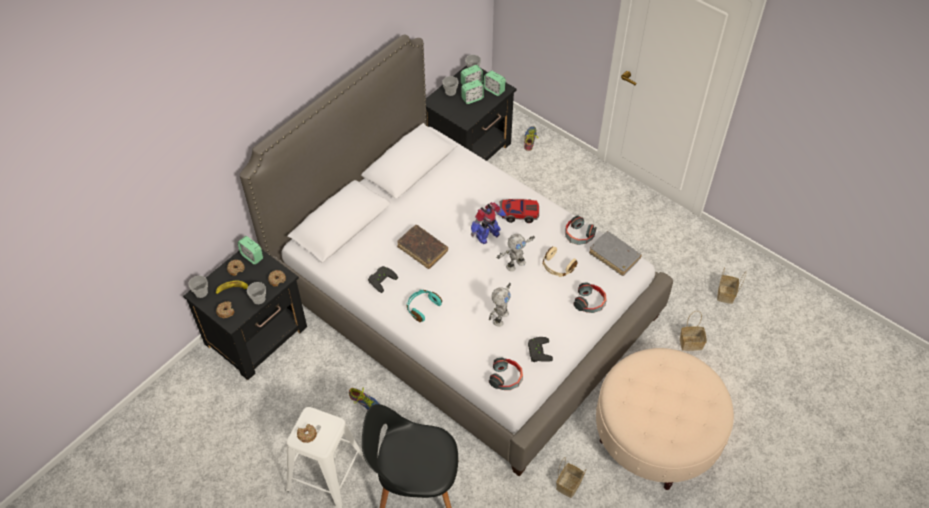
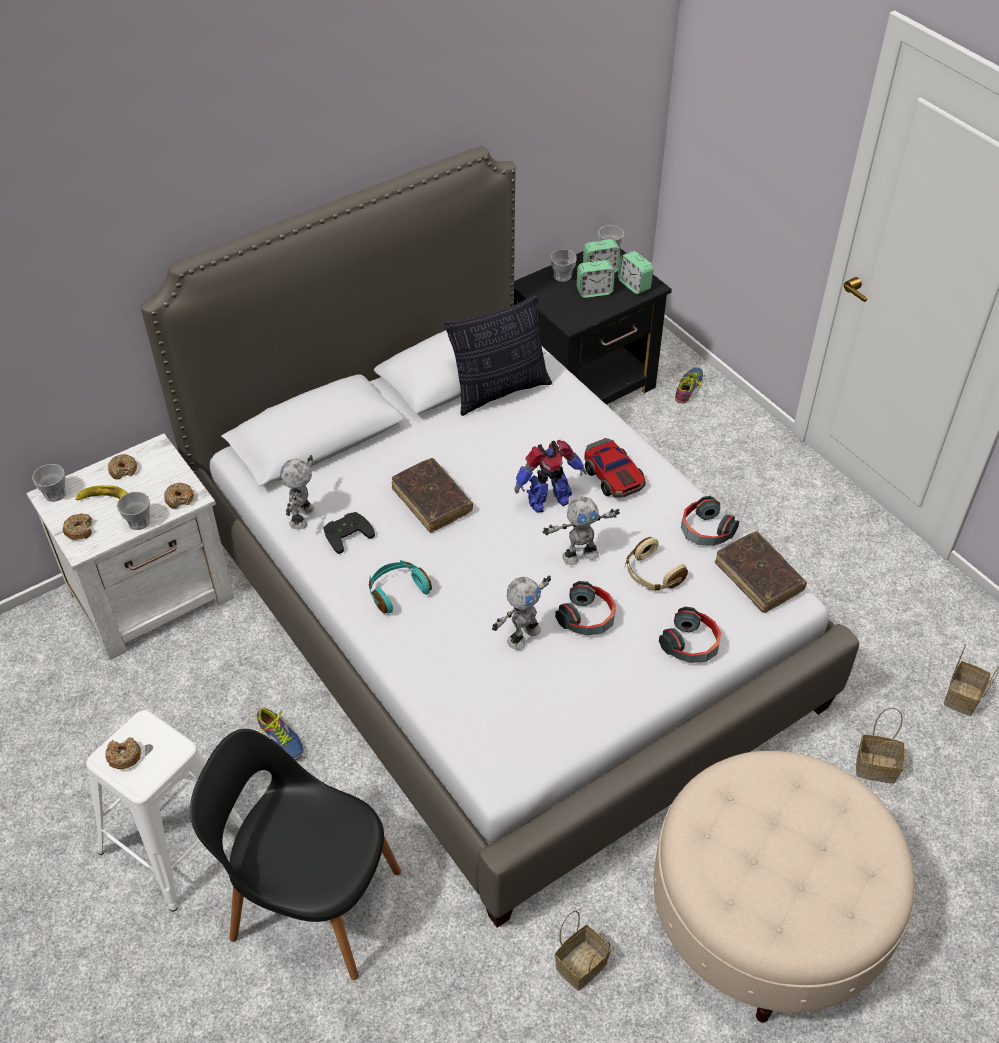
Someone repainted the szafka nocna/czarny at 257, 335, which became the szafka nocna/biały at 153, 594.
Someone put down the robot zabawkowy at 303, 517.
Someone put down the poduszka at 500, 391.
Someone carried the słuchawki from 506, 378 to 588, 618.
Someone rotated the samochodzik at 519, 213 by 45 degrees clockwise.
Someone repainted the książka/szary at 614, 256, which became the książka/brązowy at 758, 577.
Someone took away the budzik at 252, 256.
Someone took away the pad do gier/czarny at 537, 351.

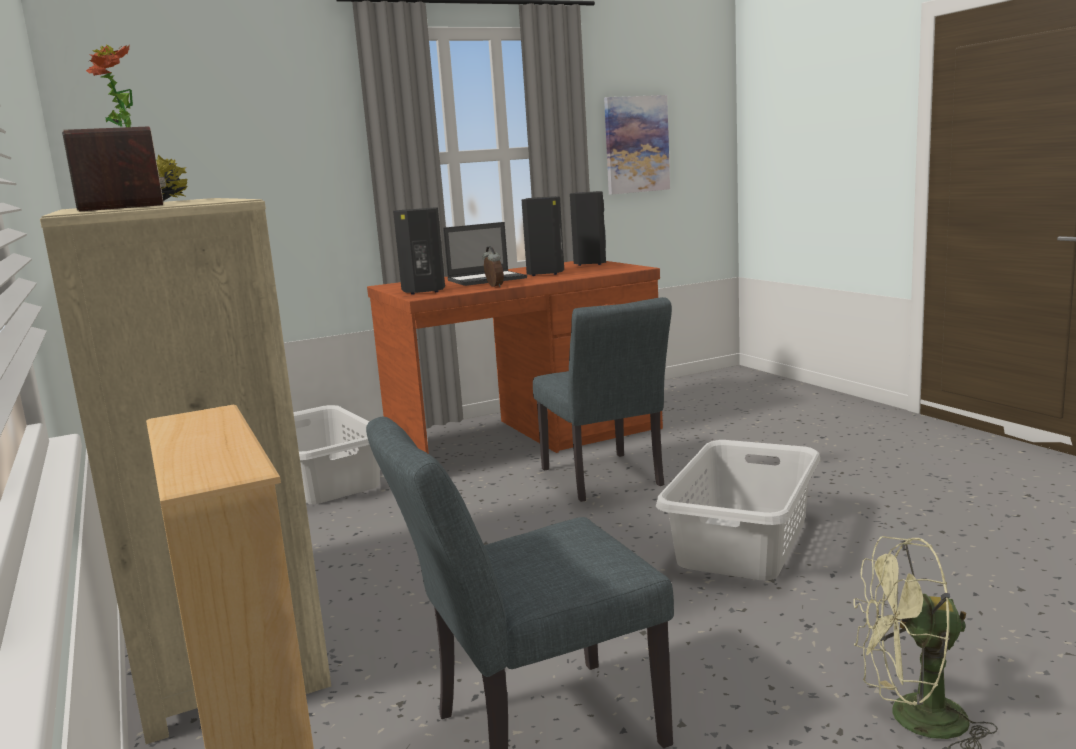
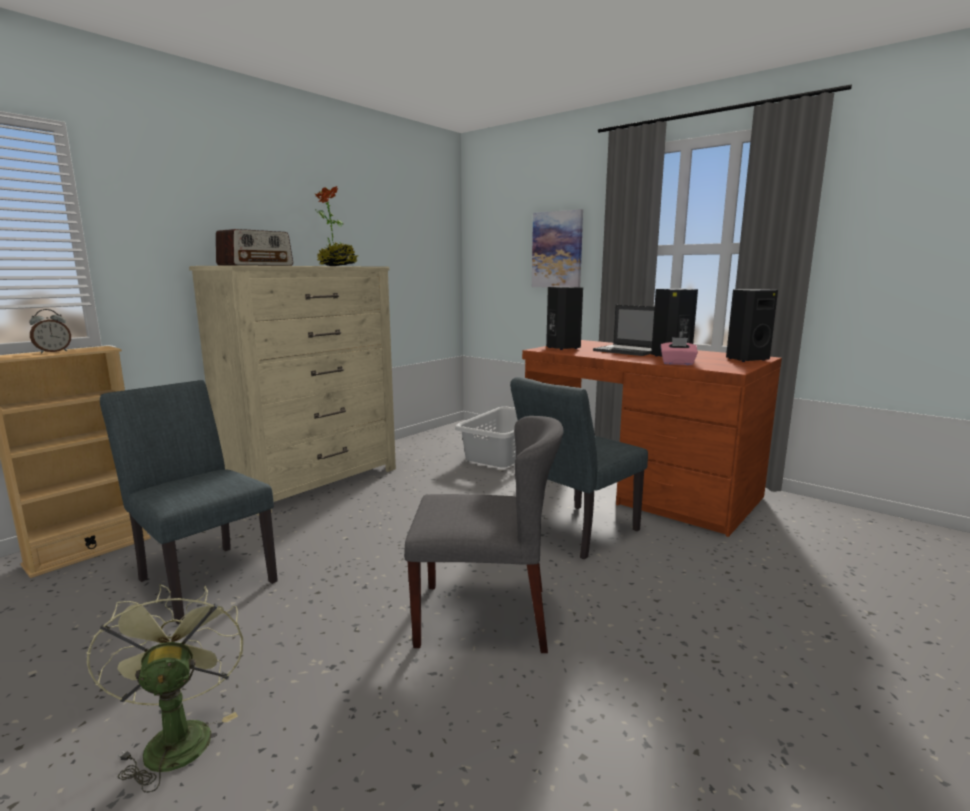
Someone carried the budzik from 493, 286 to 53, 352.
Someone swapped the kosz na pranie/szary at 744, 542 for the krzesło/szary at 484, 616.
Someone carried the obraz from 636, 144 to 557, 250.
Someone put down the pudełko chusteczek/różowy at 677, 363.

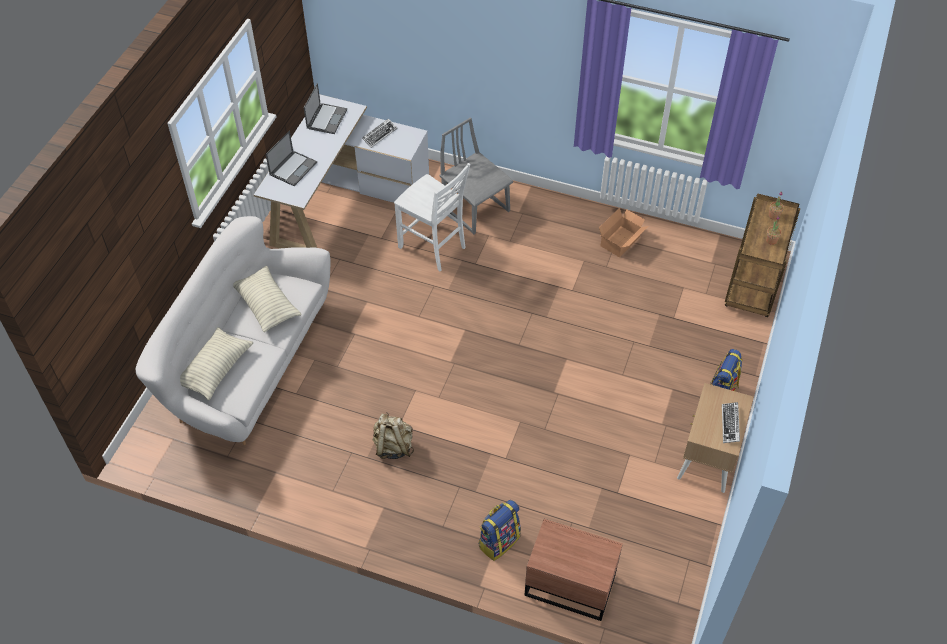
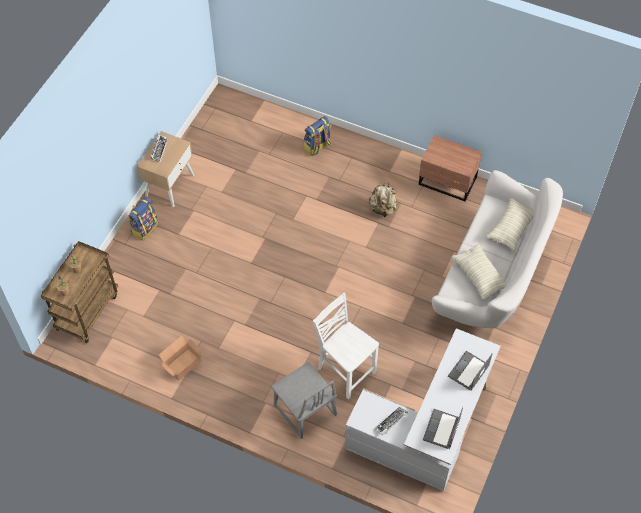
Someone carried the szafka nocna/brązowy from 569, 583 to 448, 182.

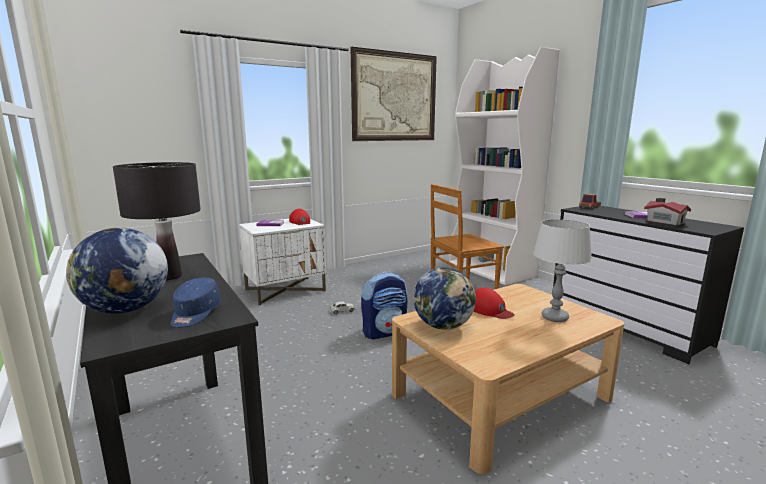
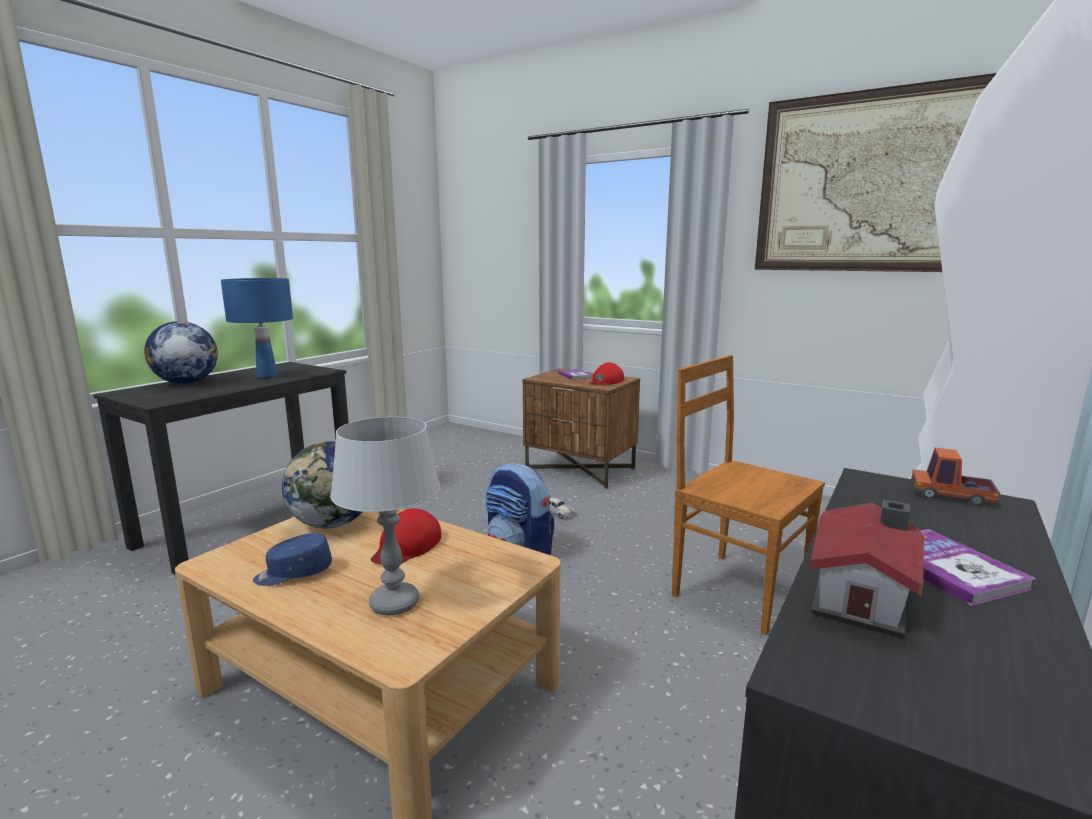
Someone repainted the lampa stołowa/czarny at 170, 276, which became the lampa stołowa/niebieski at 267, 376.
Someone carried the czapka z daszkiem/niebieski from 195, 314 to 293, 573.
Someone repainted the szafka nocna/biały at 286, 291, which became the szafka nocna/brązowy at 581, 469.

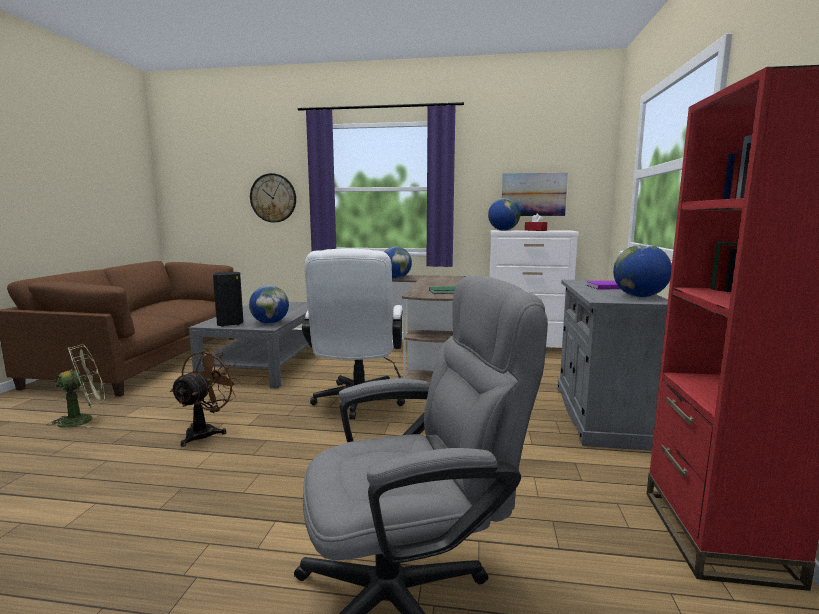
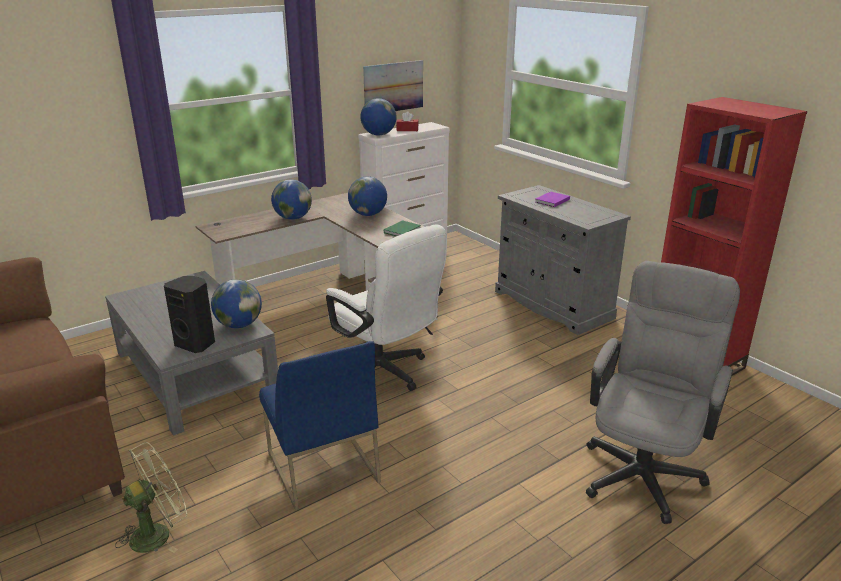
Someone rotated the wentylator/zielony at 84, 419 by 45 degrees clockwise.
Someone swapped the wentylator/brązowy at 206, 432 for the krzesło/niebieski at 321, 466.
Someone carried the globus from 639, 296 to 368, 214.
Someone took away the zegar ścienny at 273, 198.

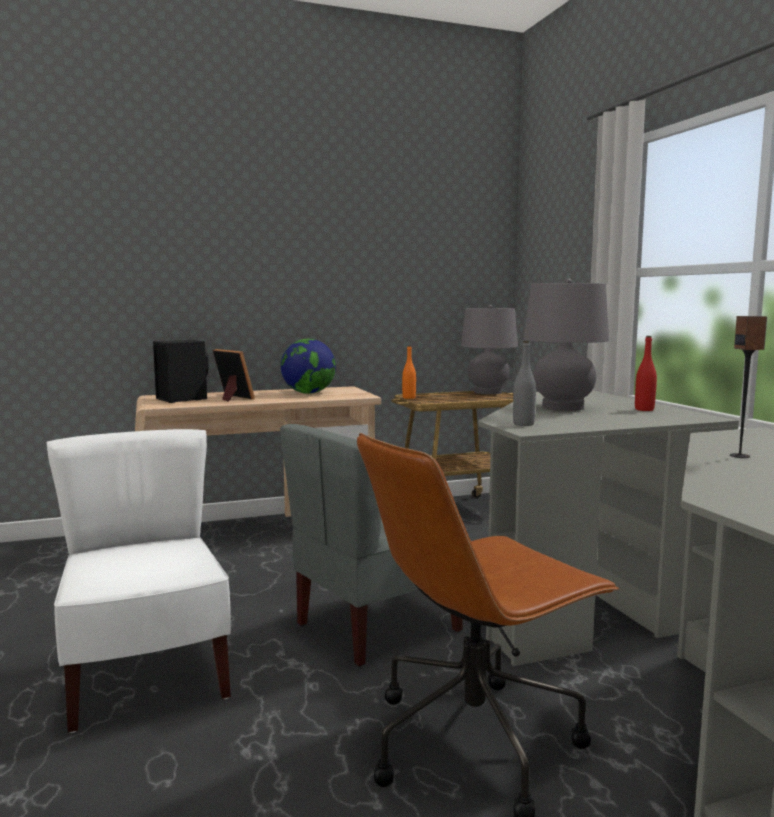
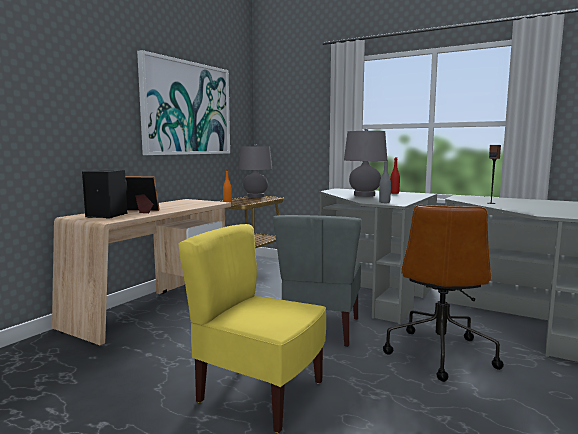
Someone put up the obraz at 187, 108.
Someone repainted the krzesło/biały at 147, 677, which became the krzesło/żółty at 259, 393.
Someone took away the globus at 308, 393.

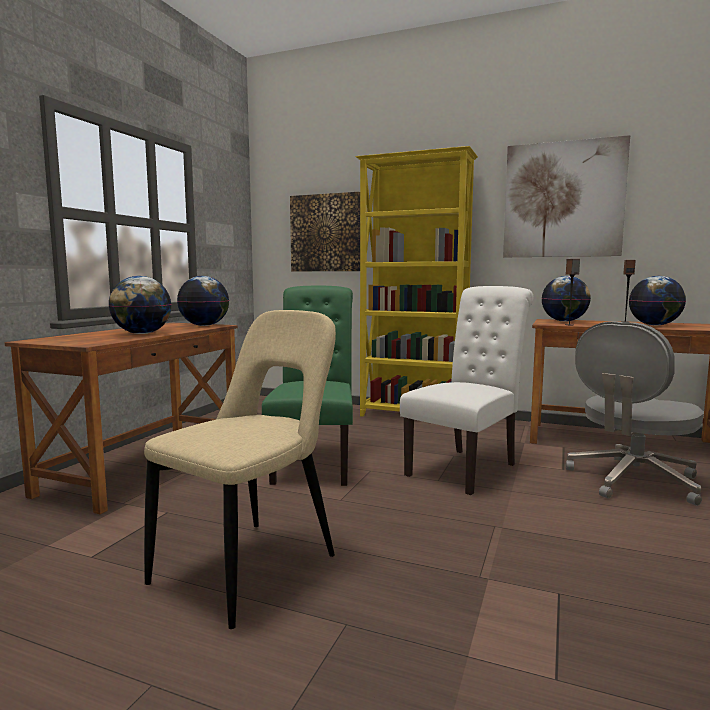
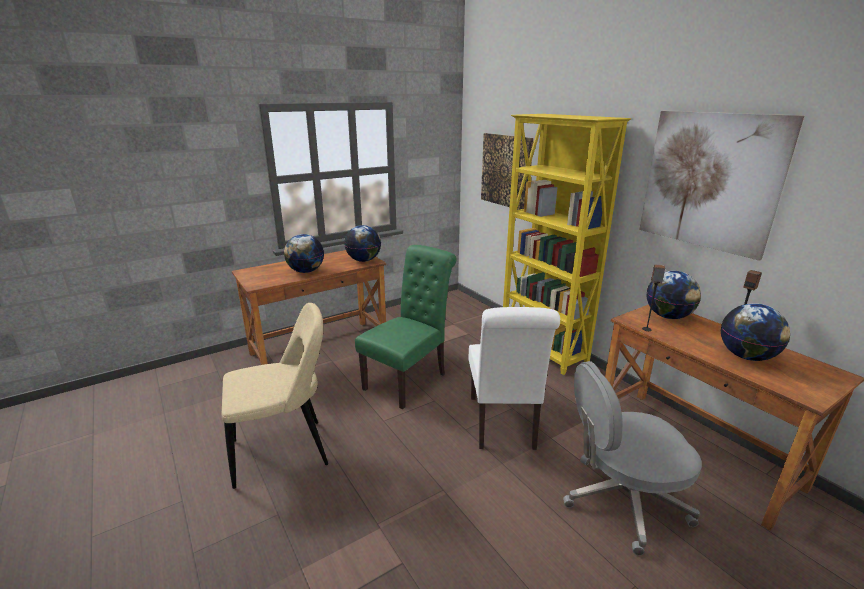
Someone rotated the krzesło/biały at 466, 468 by 105 degrees clockwise.

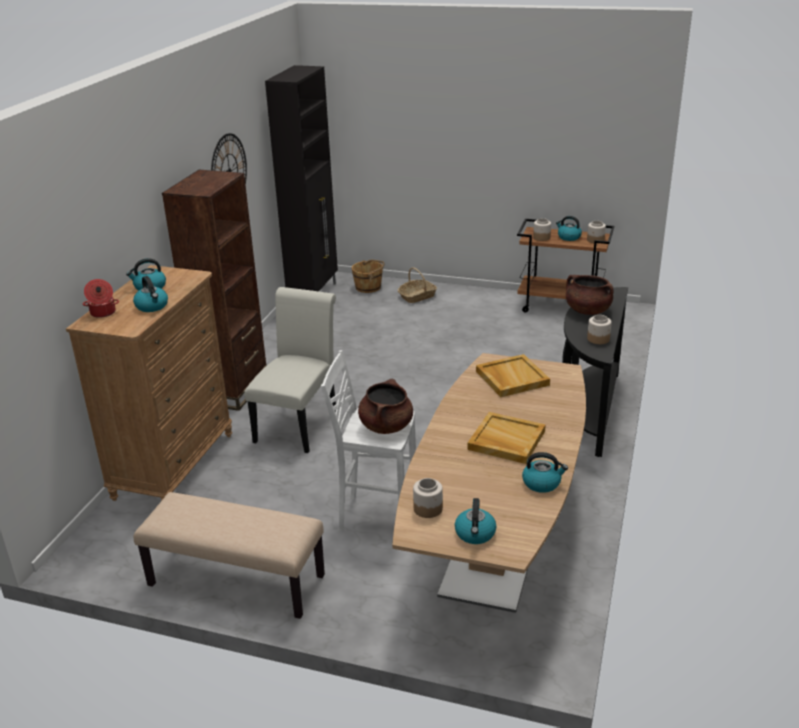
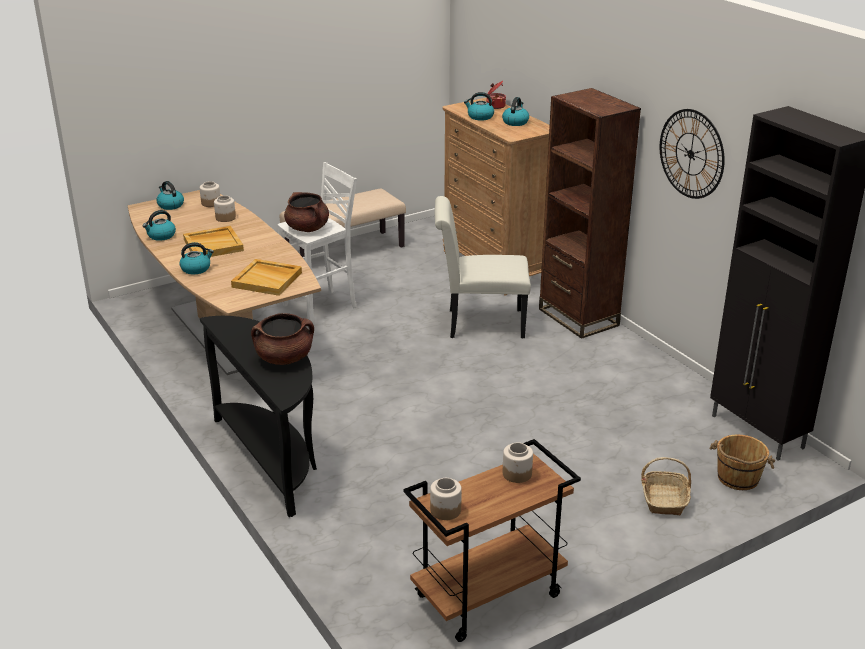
Someone carried the czajnik from 568, 237 to 196, 269.
Someone carried the słoik from 598, 339 to 225, 218.
Someone rotated the krzesło/biały at 299, 424 by 120 degrees clockwise.

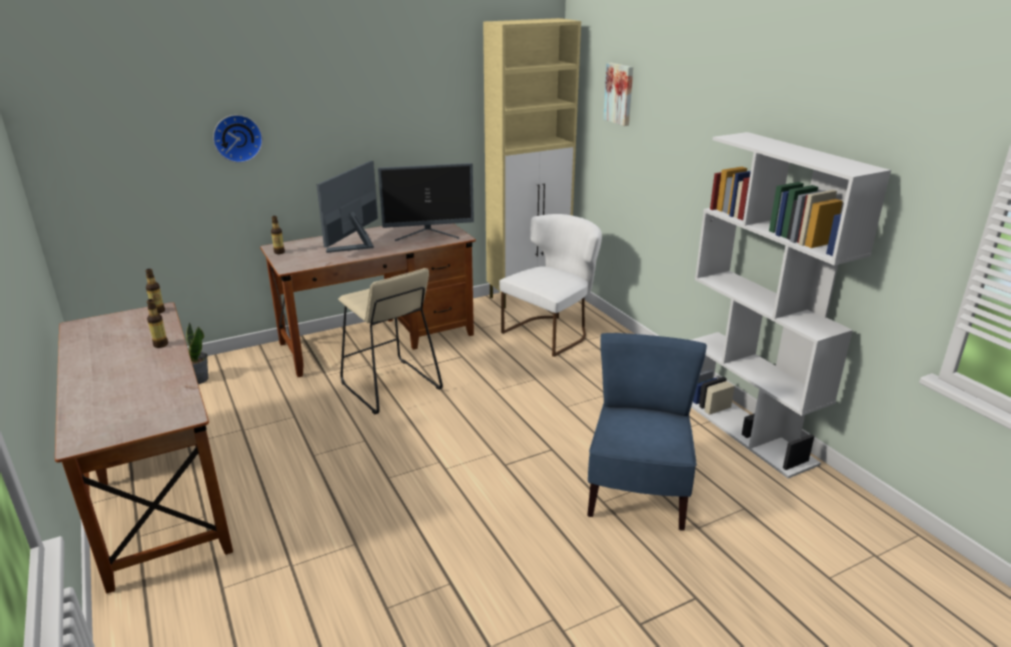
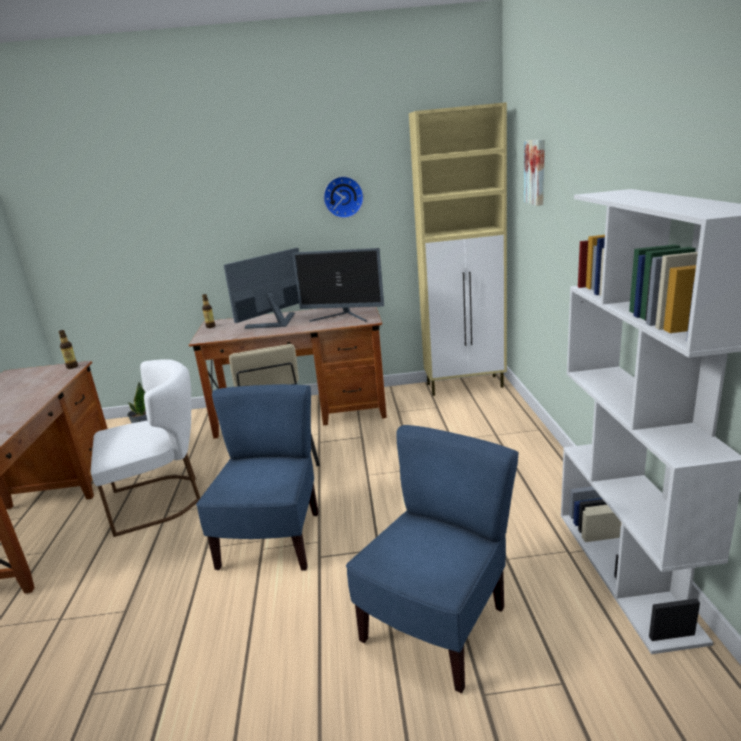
Someone carried the krzesło/biały from 552, 332 to 162, 499.
Someone put down the krzesło/niebieski at 272, 540.
Someone carried the zegar ścienny from 237, 138 to 343, 197.
Someone took away the butelka at 160, 345.

